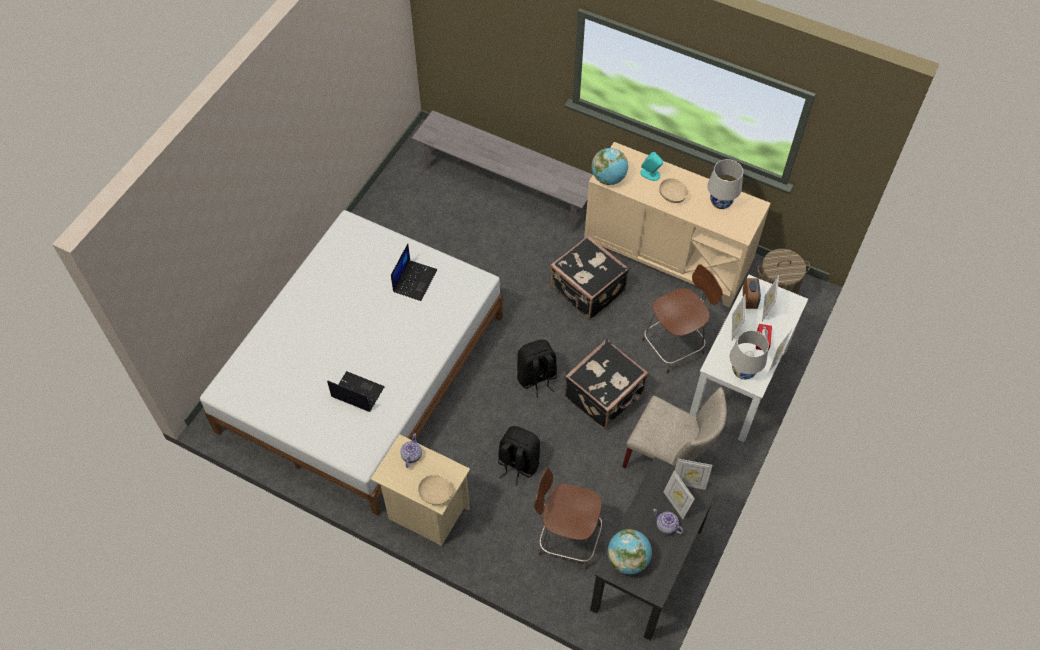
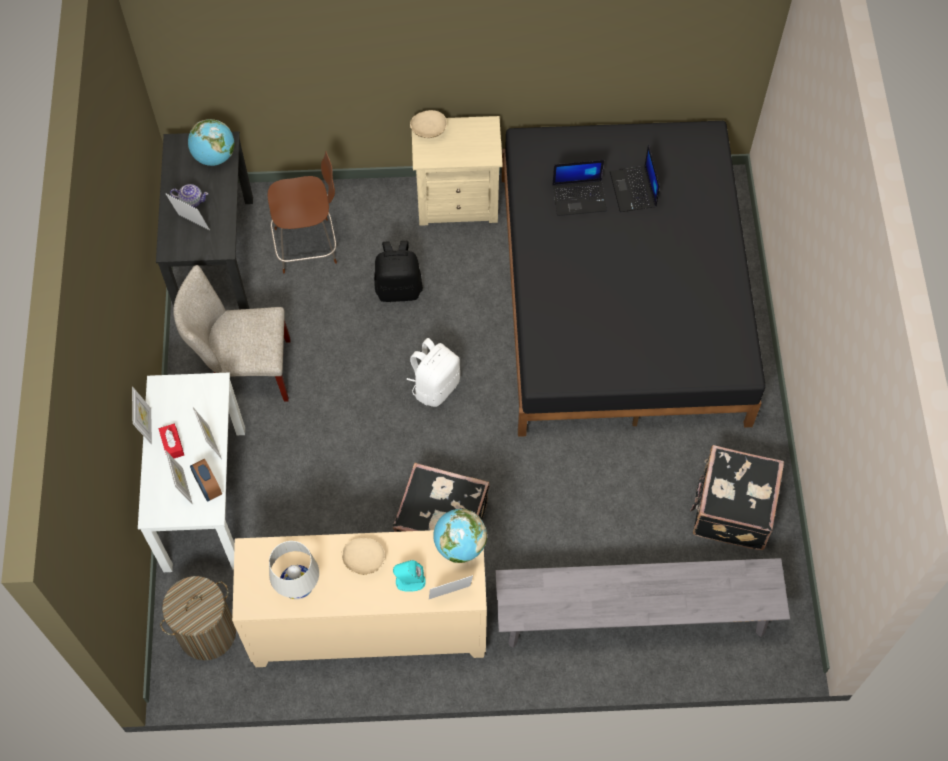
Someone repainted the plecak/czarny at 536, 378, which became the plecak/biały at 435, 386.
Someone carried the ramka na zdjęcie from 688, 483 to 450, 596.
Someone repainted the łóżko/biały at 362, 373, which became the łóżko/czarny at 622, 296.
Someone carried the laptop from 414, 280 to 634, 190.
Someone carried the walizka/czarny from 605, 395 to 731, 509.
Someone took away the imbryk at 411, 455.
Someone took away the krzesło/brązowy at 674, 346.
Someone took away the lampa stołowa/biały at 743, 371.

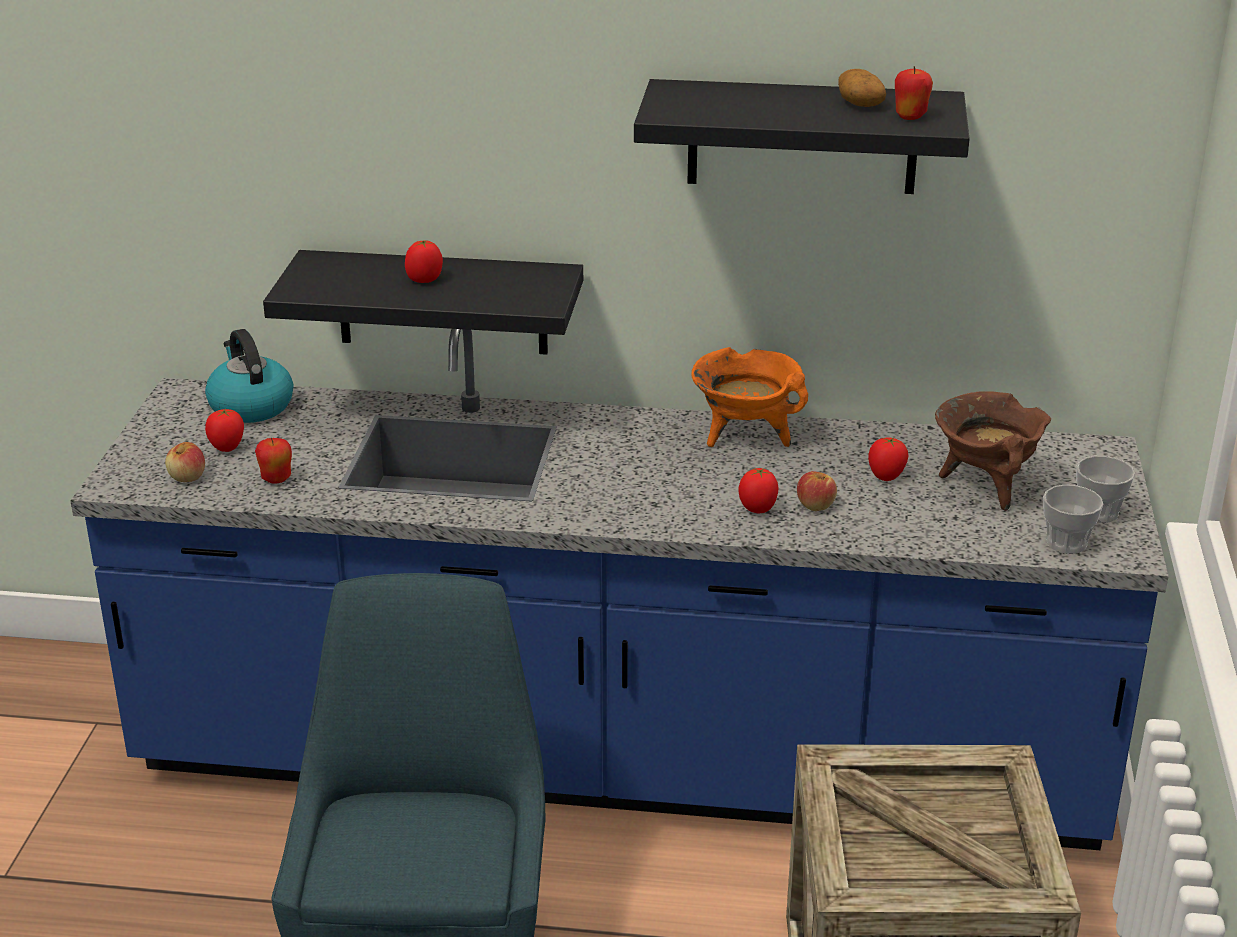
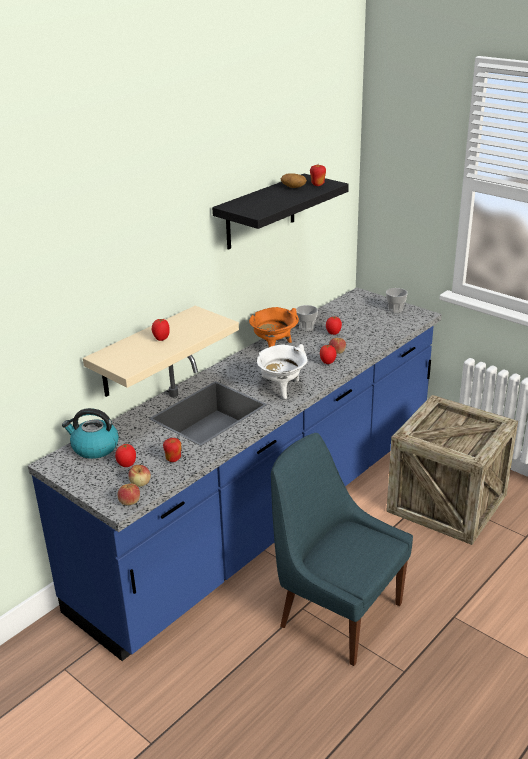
Someone repainted the półka/czarny at 442, 302, which became the półka/beżowy at 144, 352.
Someone put down the jabłko at 129, 501.
Someone put down the garnek/biały at 282, 388.
Someone carried the filiżanka from 1066, 543 to 306, 327.
Someone took away the garnek/brązowy at 985, 486.

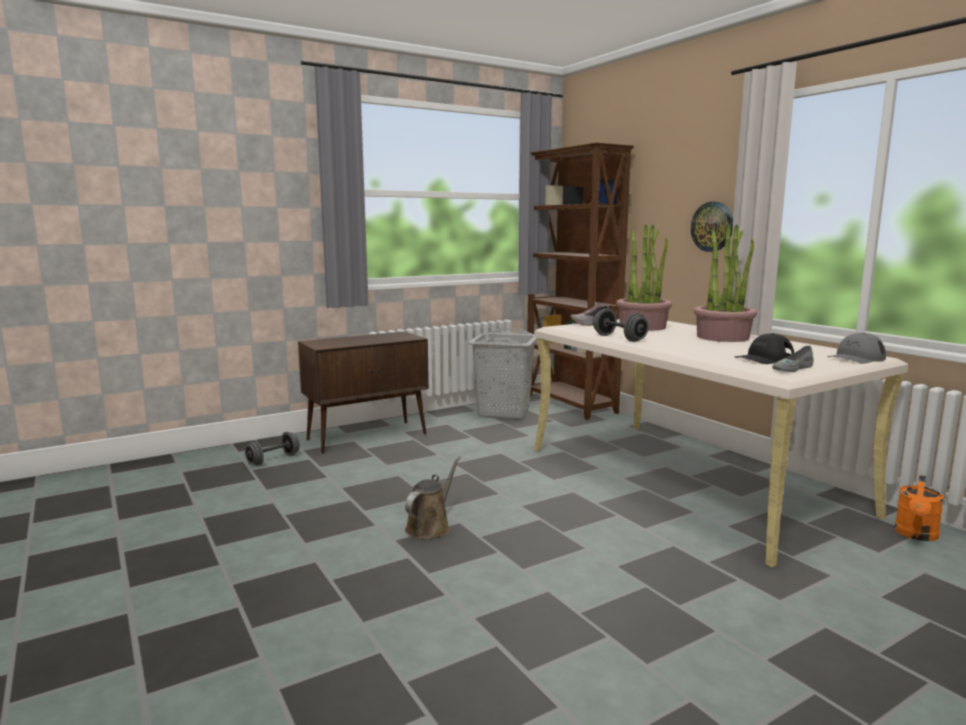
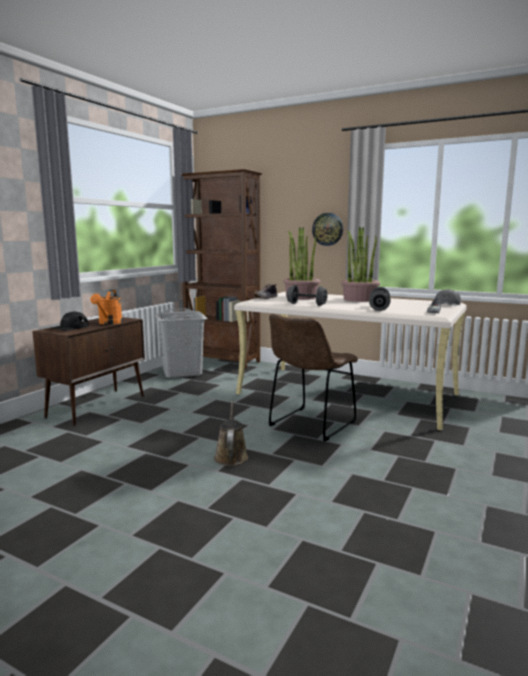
Someone carried the czapka z daszkiem/czarny from 764, 359 to 70, 327.
Someone carried the konewka/pomarańczowy from 916, 535 to 109, 323.
Someone put down the krzesło/brązowy at 310, 425.
Someone carried the hantel/szary from 273, 460 to 379, 308.

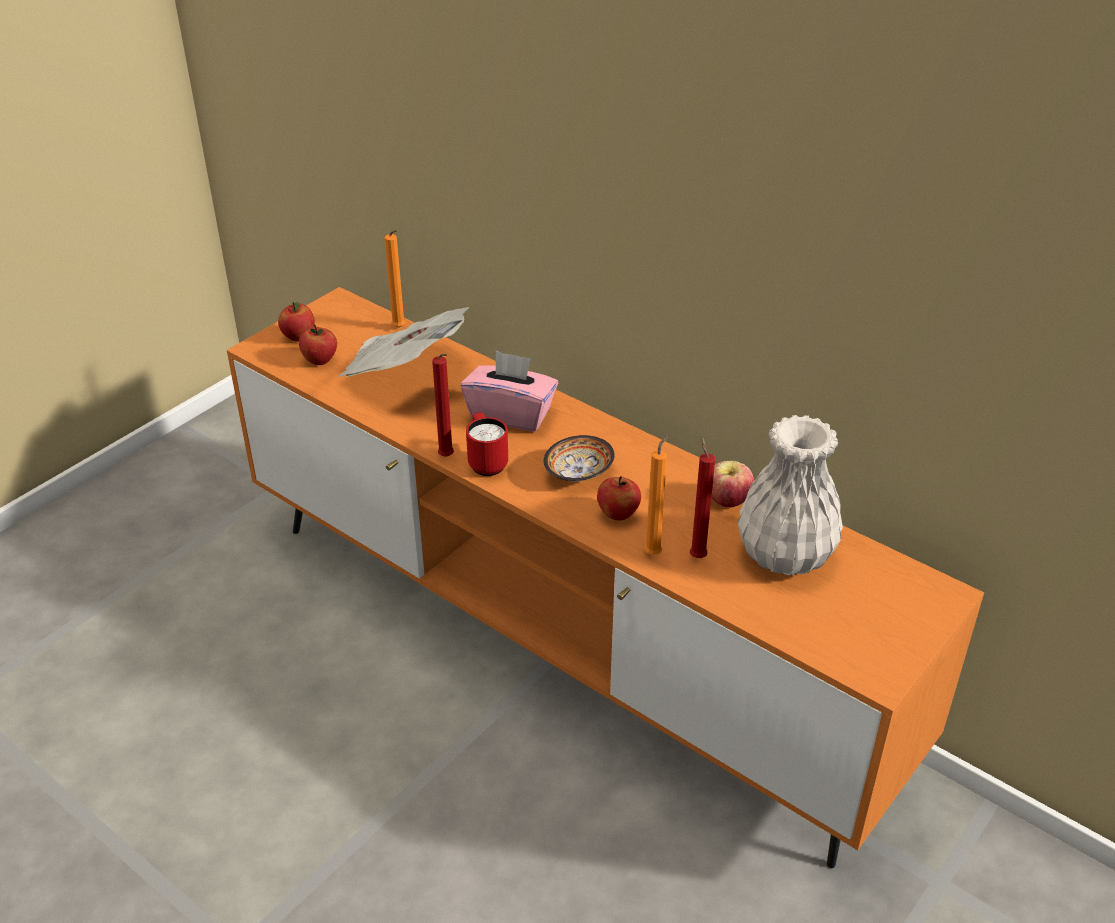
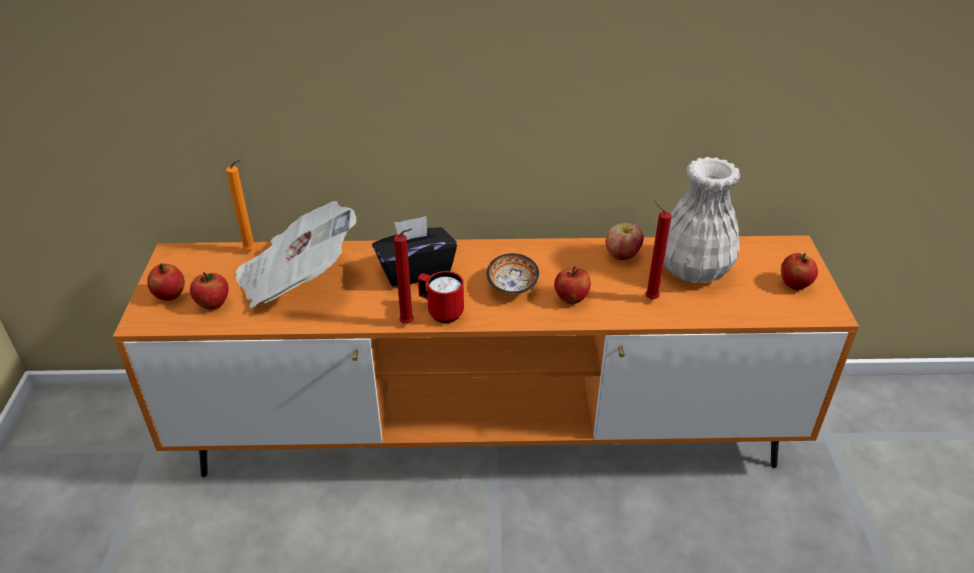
Someone repainted the pudełko chusteczek/różowy at 511, 414, which became the pudełko chusteczek/czarny at 415, 271.
Someone put down the jabłko at 795, 285.
Someone took away the świeca/pomarańczowy at 654, 552.

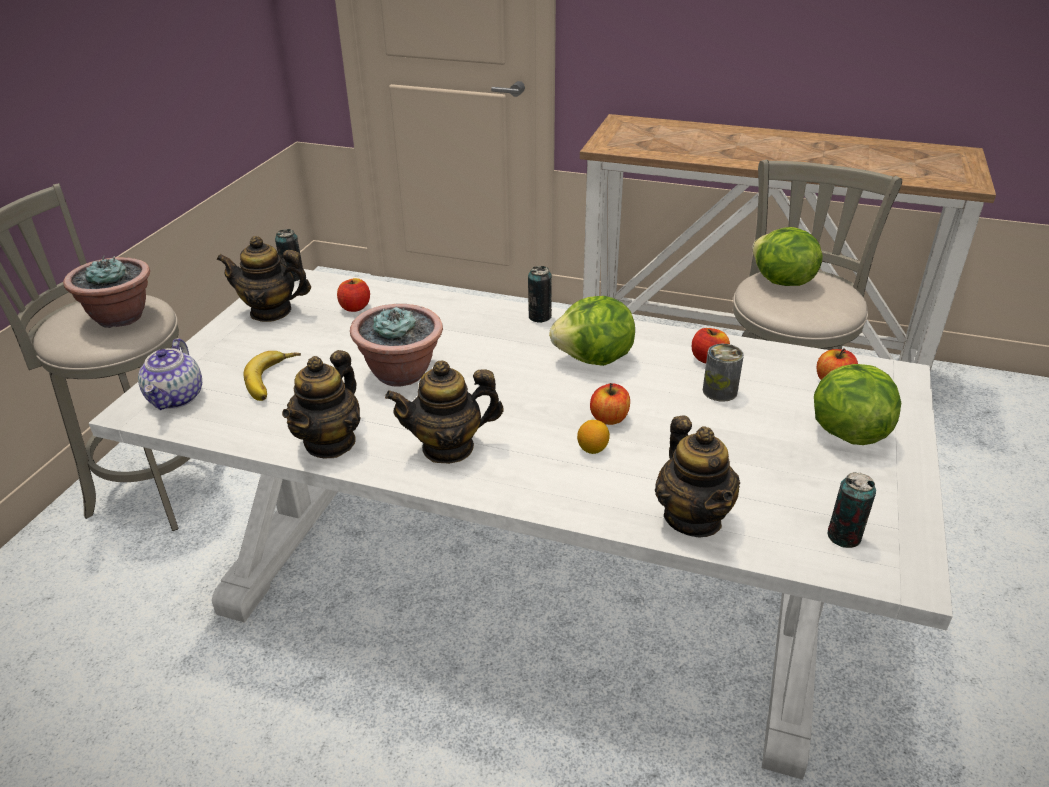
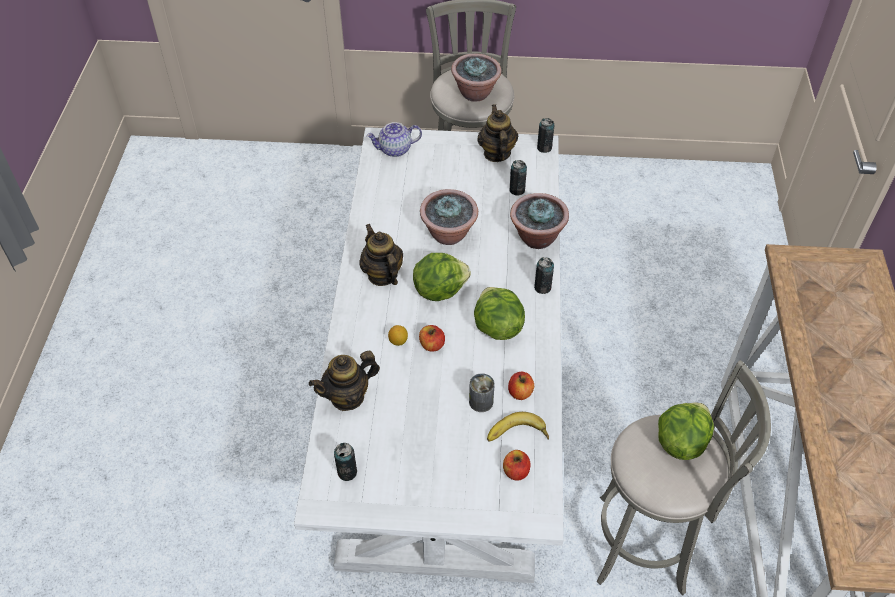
Someone carried the sałata from 846, 431 to 439, 289.
Someone carried the banan from 275, 380 to 517, 436.
Someone swapped the jabłko at 355, 307 for the puszka at 517, 190.
Someone put down the roślina doniczkowa at 536, 237.
Someone took away the imbryk at 330, 442.

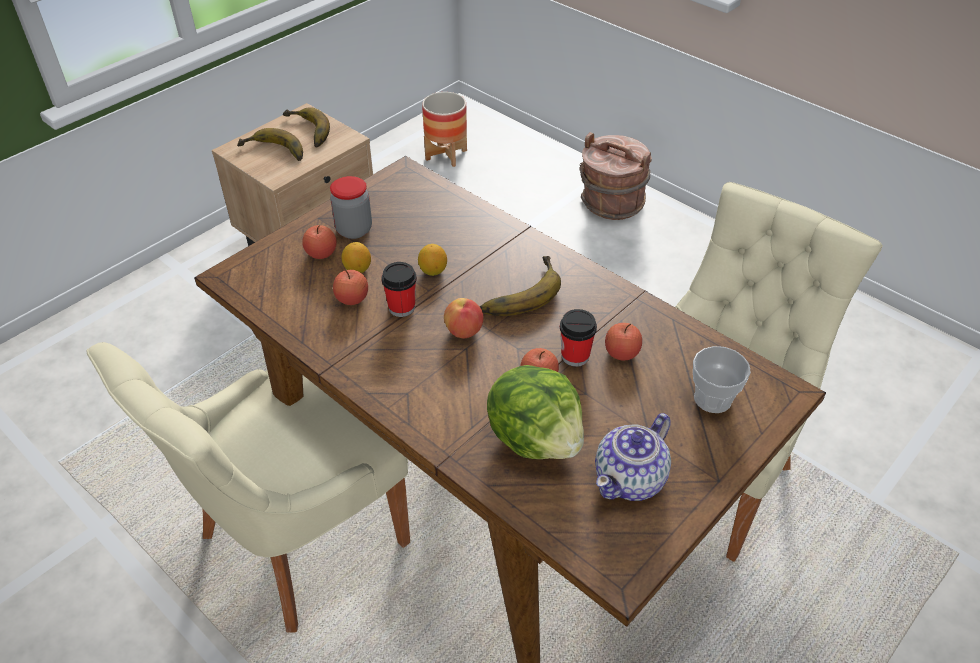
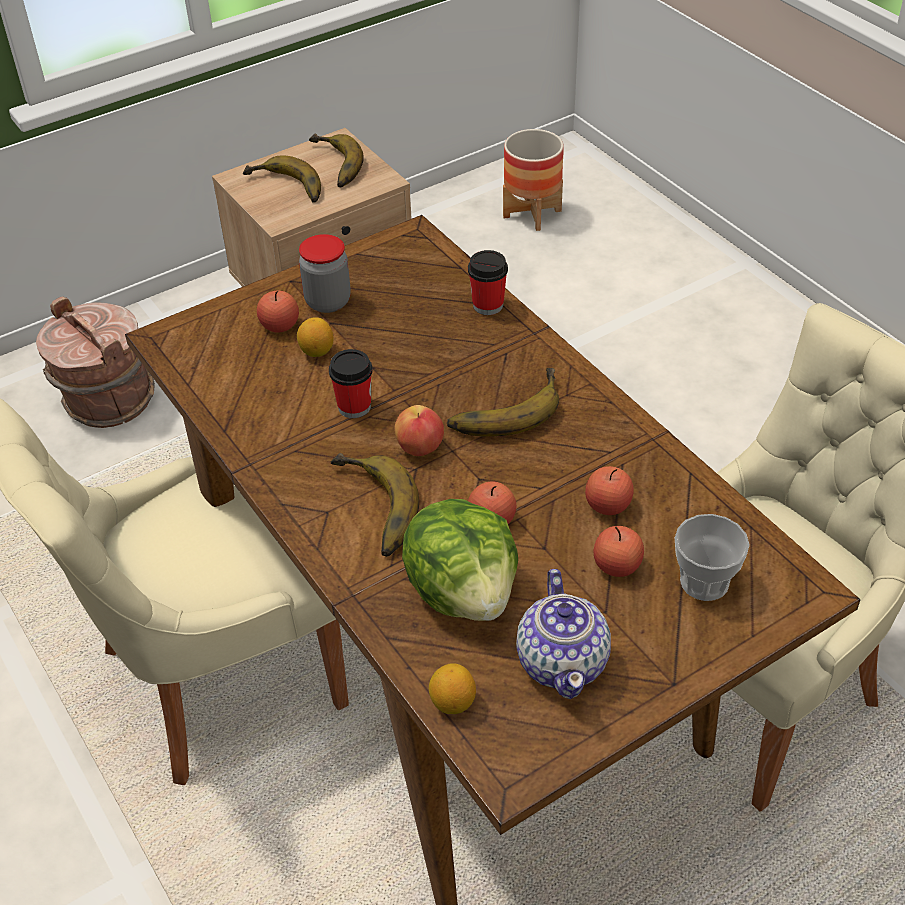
Someone carried the wiadro/brązowy from 611, 203 to 107, 400.
Someone put down the banan at 369, 510.
Someone carried the cytryna from 433, 271 to 452, 702.
Someone carried the filiżanka from 575, 356 to 488, 305.
Someone rotated the imbryk at 631, 479 by 60 degrees counterclockwise.
Someone carried the jabłko from 352, 299 to 617, 566.

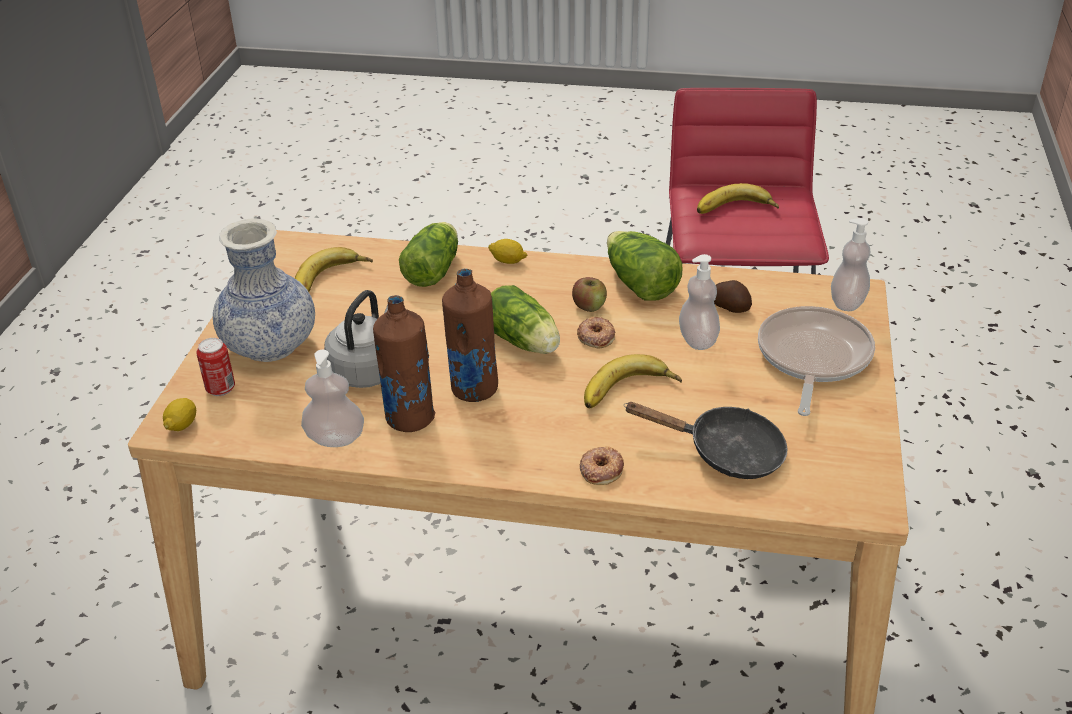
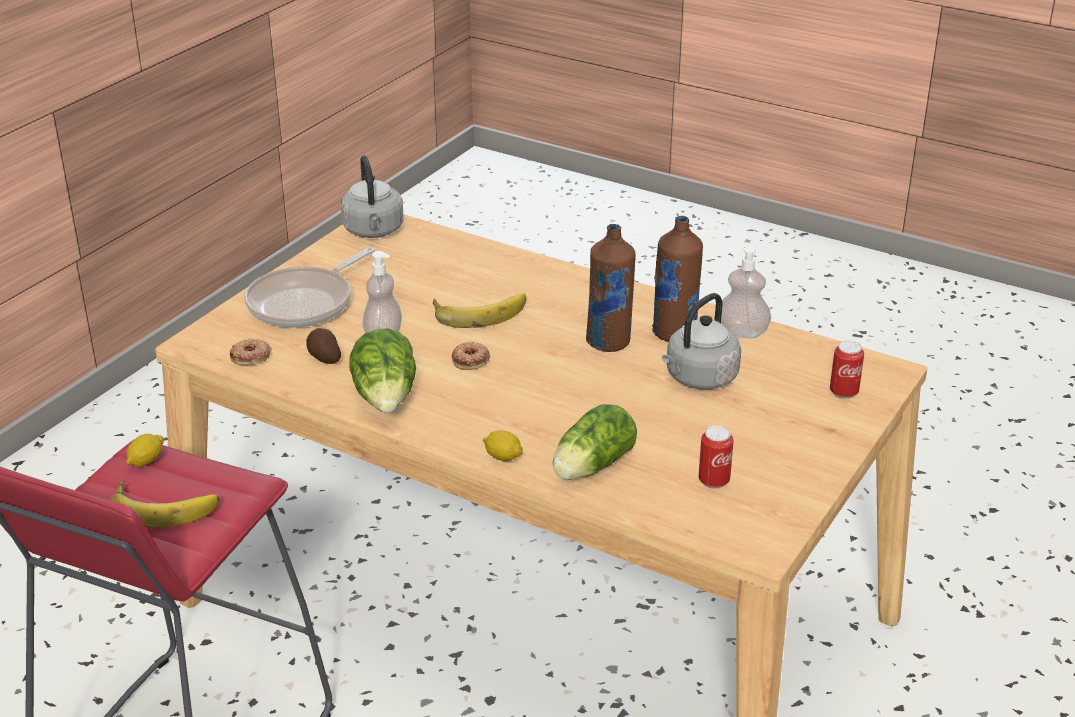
Someone carried the cytryna from 182, 425 to 146, 461.
Someone carried the donut from 601, 469 to 251, 356.
Someone put down the czajnik/szary at 374, 231.
Someone swapped the banan at 331, 281 for the puszka at 714, 481.
Someone took away the wazon at 270, 346.
Someone took away the sałata at 524, 343.
Someone took away the jabłko at 589, 306.
Someone took away the patelnia/czarny at 725, 452.
Someone took away the dozownik mydła at 847, 302.

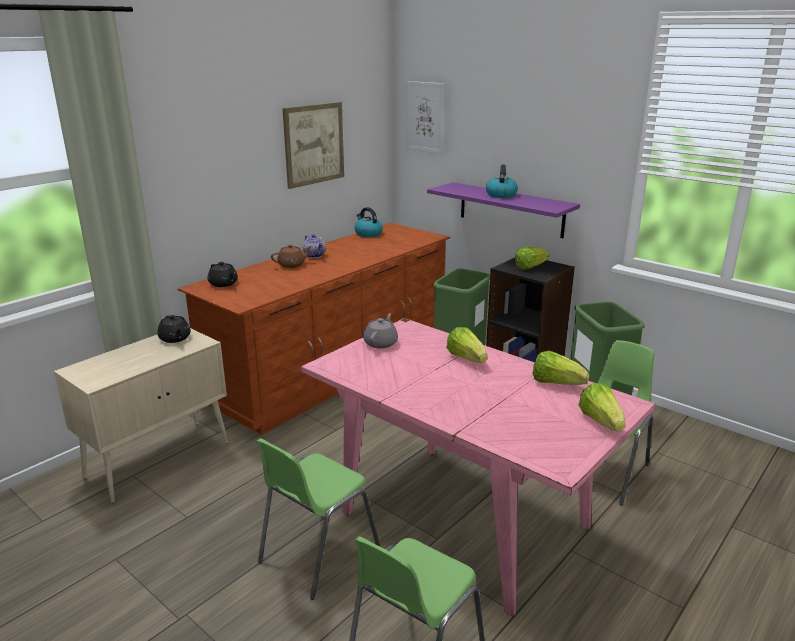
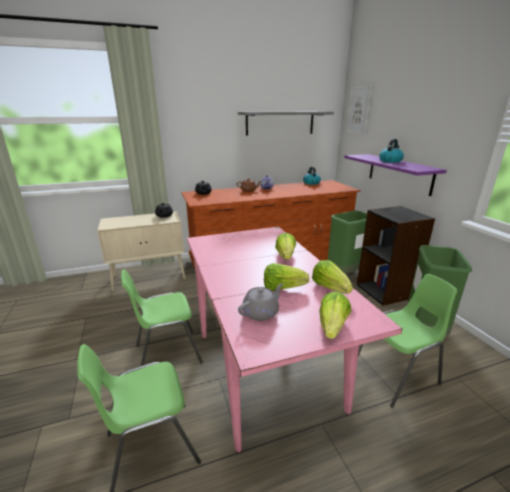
Someone swapped the obraz at 314, 144 for the półka/szary at 280, 123.
Someone carried the imbryk/szary from 381, 343 to 261, 312.
Someone carried the sałata from 530, 267 to 282, 288.

